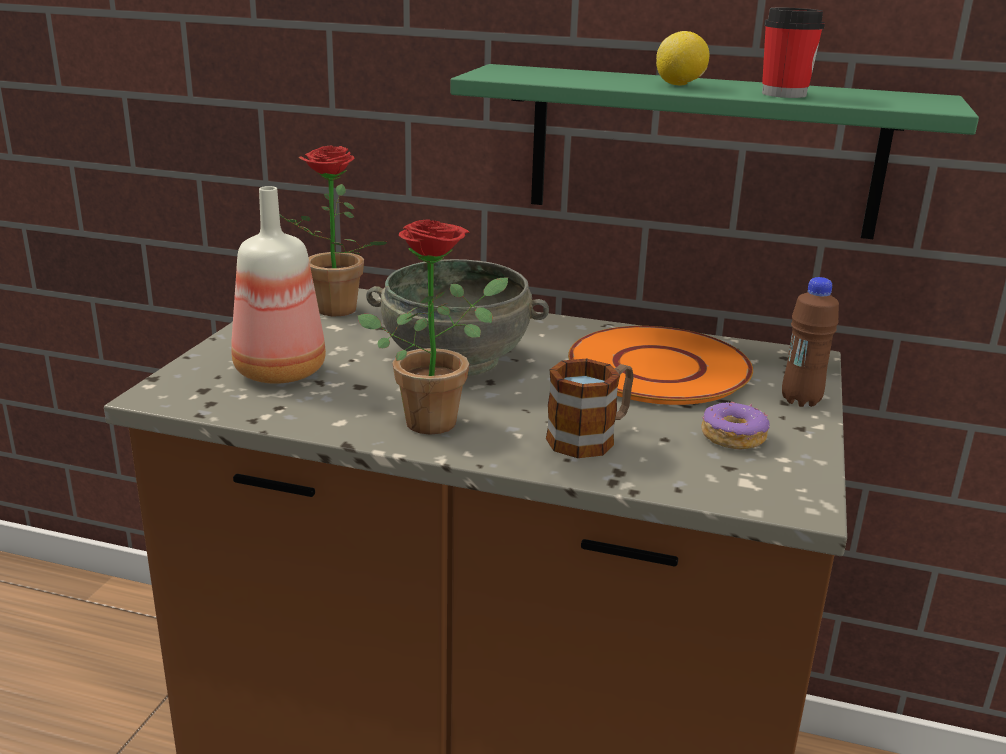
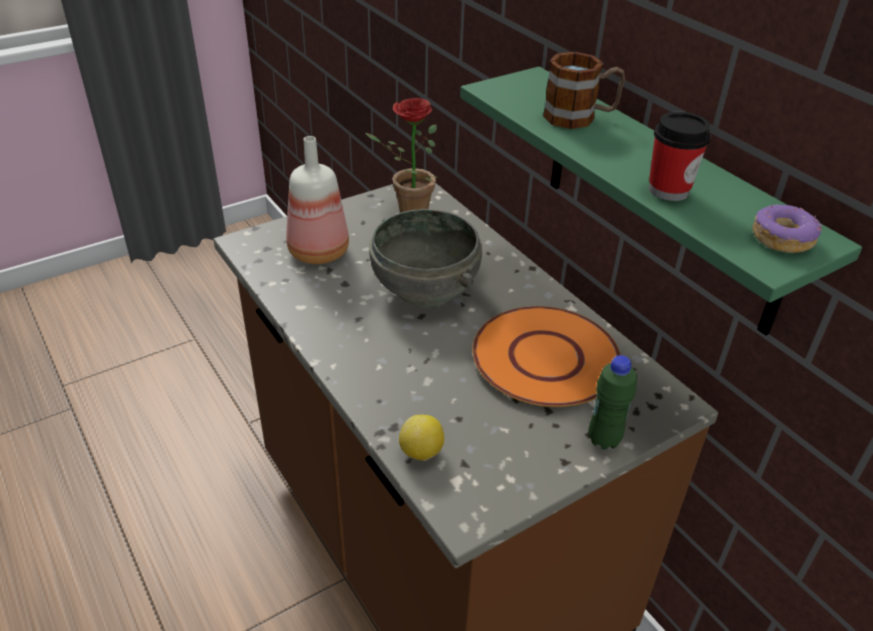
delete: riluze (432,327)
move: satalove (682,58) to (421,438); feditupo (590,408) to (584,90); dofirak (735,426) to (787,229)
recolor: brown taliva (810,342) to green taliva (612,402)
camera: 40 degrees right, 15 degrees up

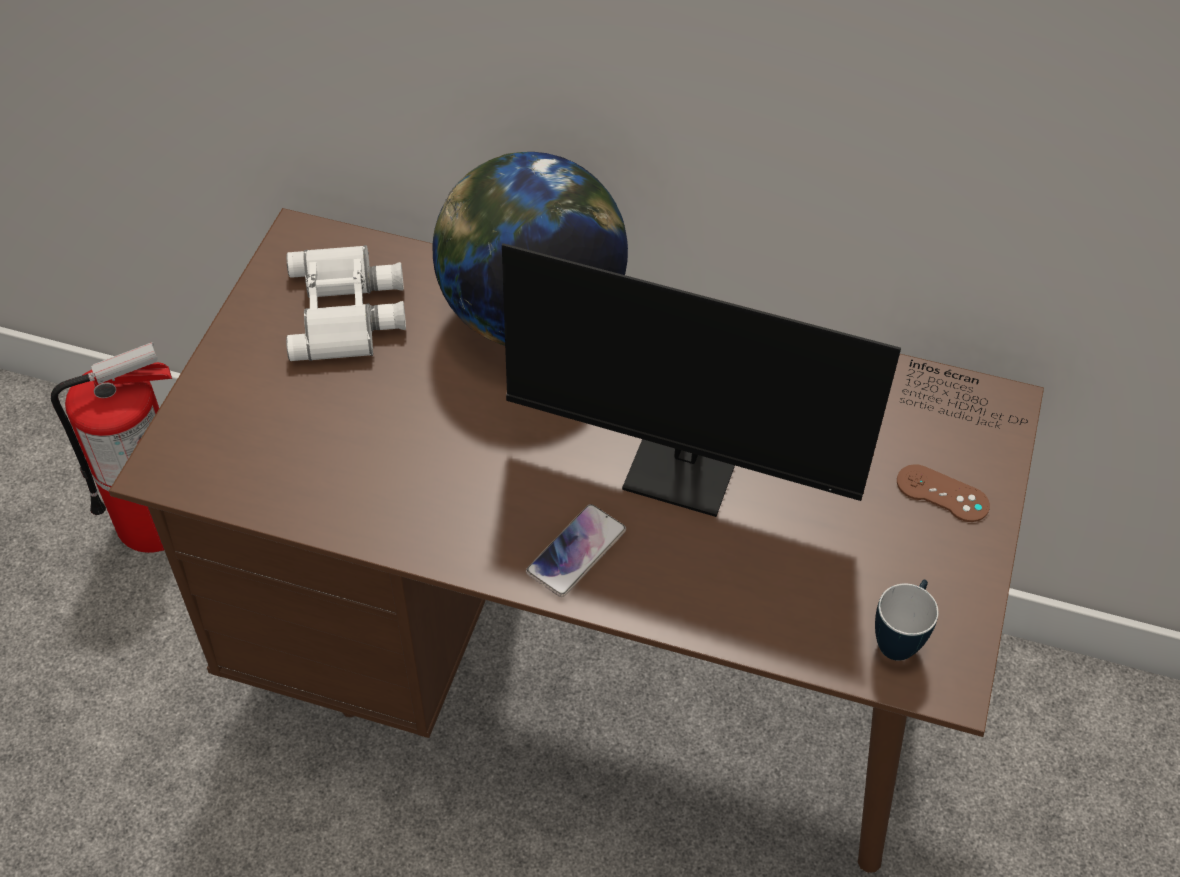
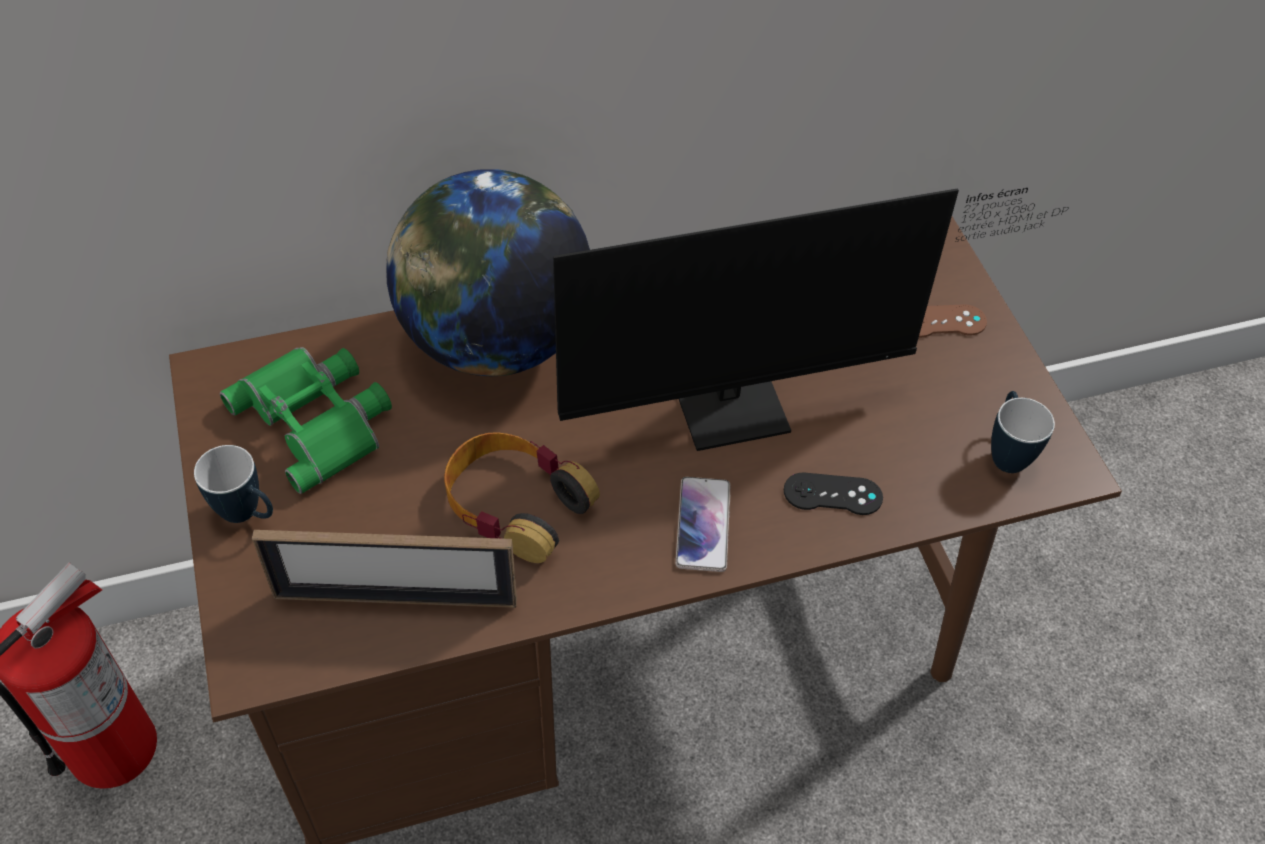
insert: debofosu (522,497); feditupo (233,484); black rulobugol (833,494); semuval (384,569)
recolor: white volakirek (346,303) to green volakirek (306,420)
camera: 35 degrees left, 0 degrees up

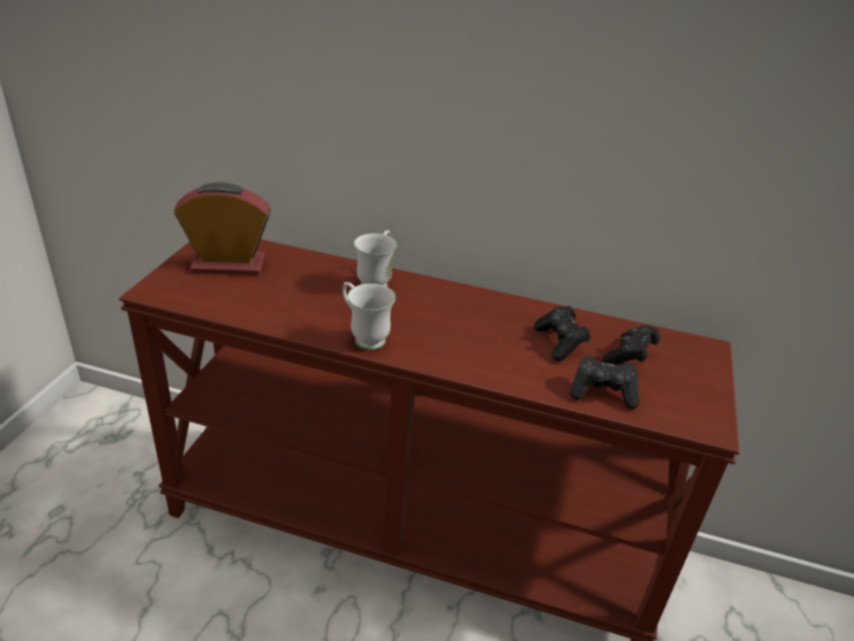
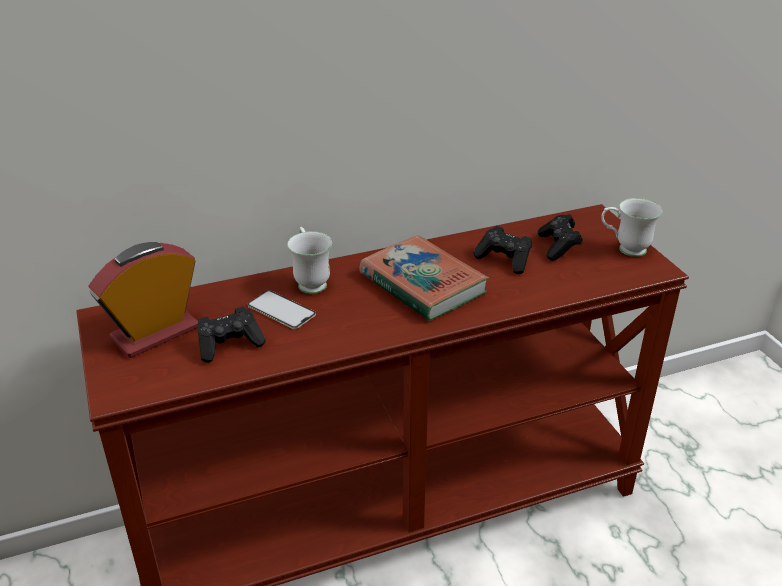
insert: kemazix (424,278); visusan (281,309)
move: white feditupo (369,316) to (631,227); black rulobugol (605,382) to (231,334)
camera: 35 degrees left, 0 degrees up

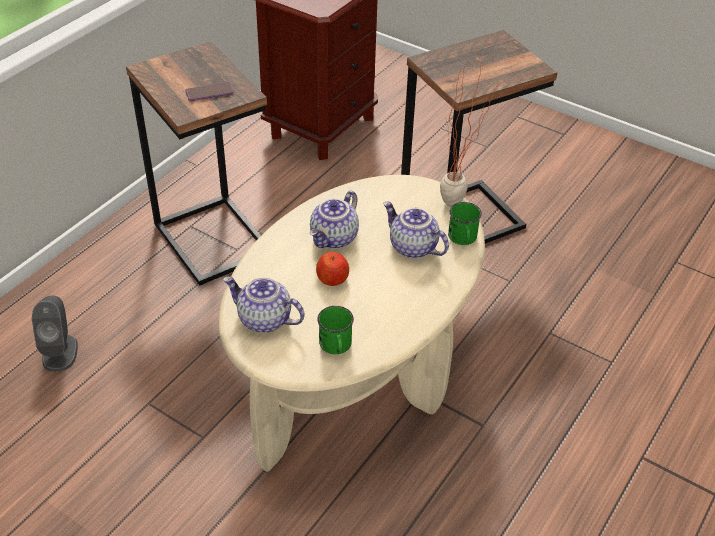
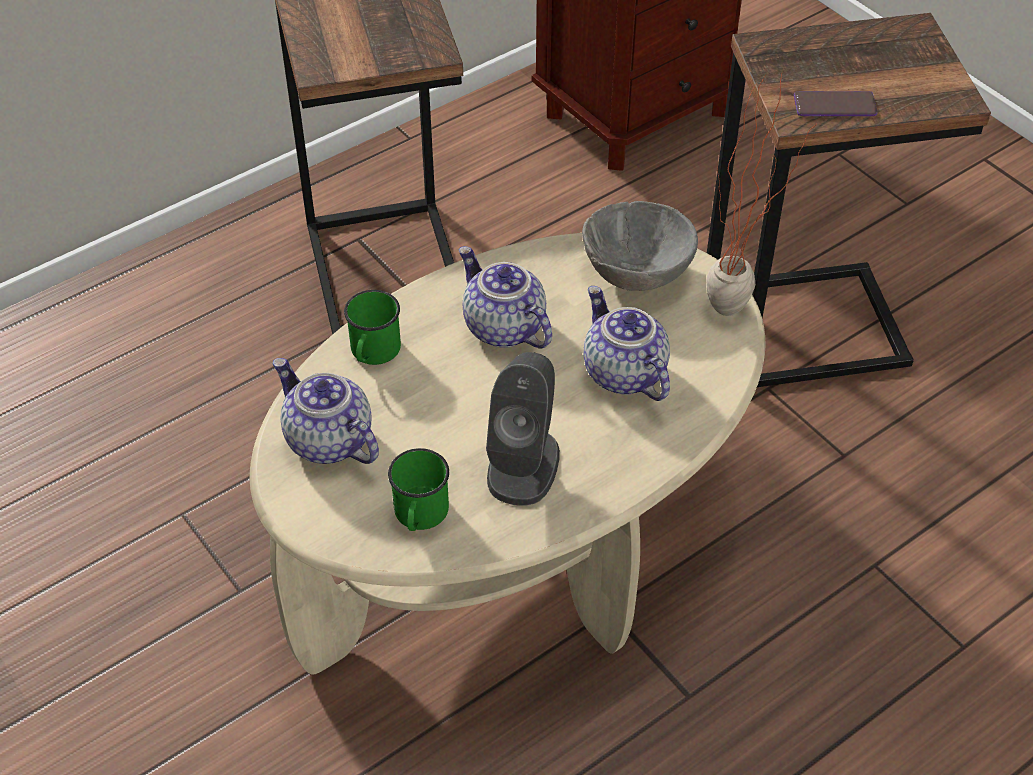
delete: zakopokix (332,269)
insert: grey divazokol (640,246)
move: visusan (209,91) to (835,103); green feditupo (465,223) to (372,327); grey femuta (55,334) to (523,429)
rotate: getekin (334,220) = (505,297) 90 degrees clockwise
camera: 20 degrees right, 5 degrees up

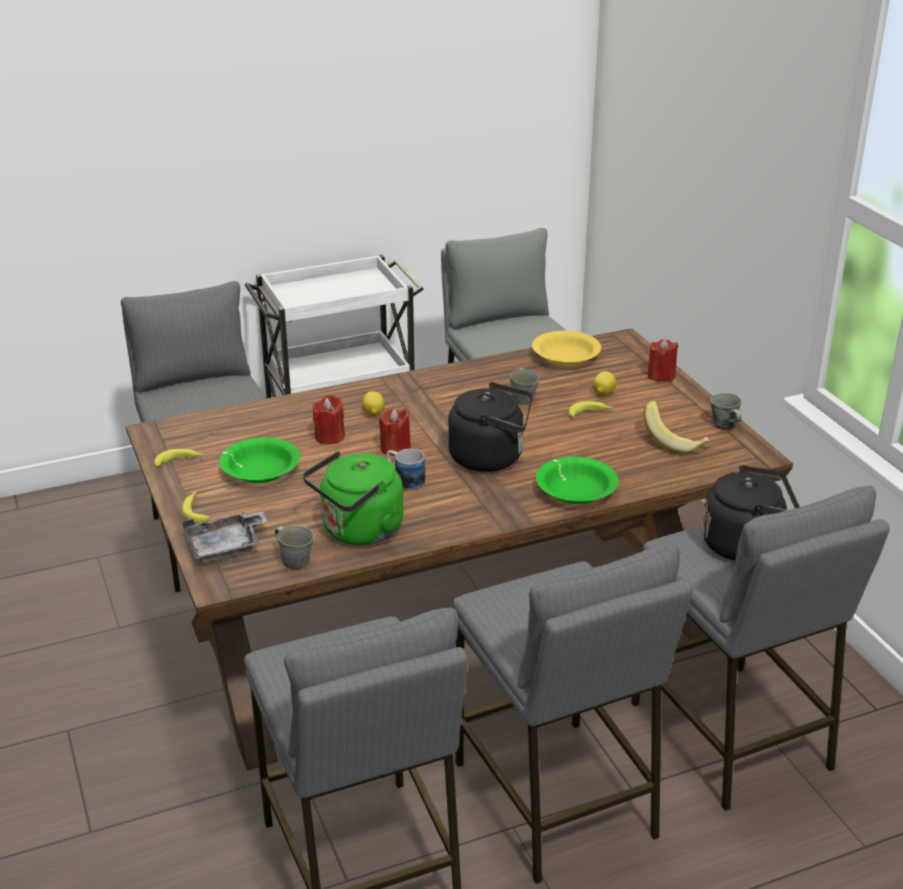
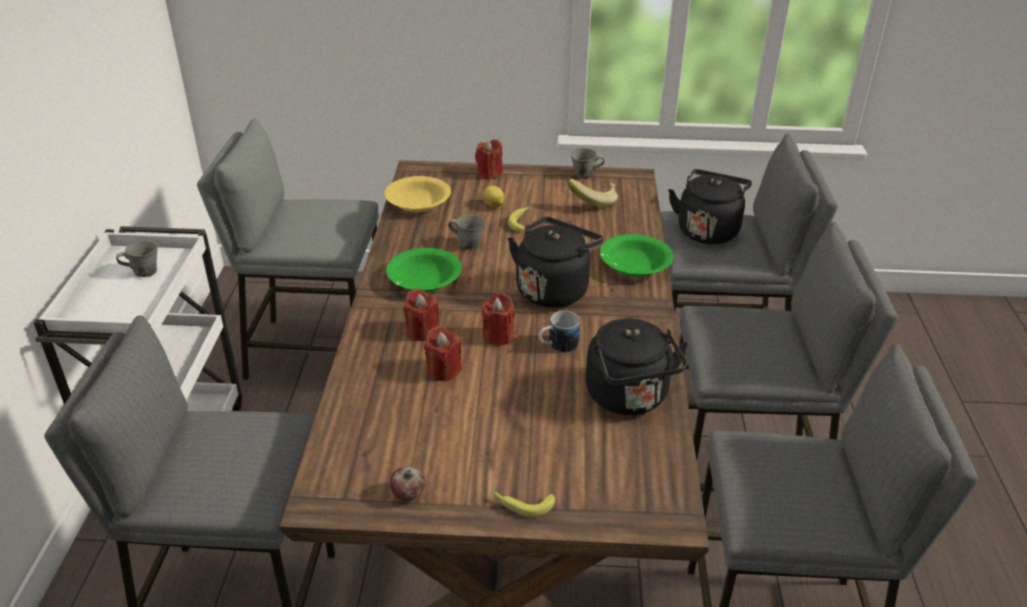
delete: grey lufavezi (225,537)
move: green divazokol (259,460) to (424,270); grey feditupo (294,547) to (136,259)
replace: satalove (373,403) to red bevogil (421,315); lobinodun (179,458) to zakopokix (408,483)
recolor: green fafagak (353,498) to black fafagak (636,366)
camera: 65 degrees left, 5 degrees up

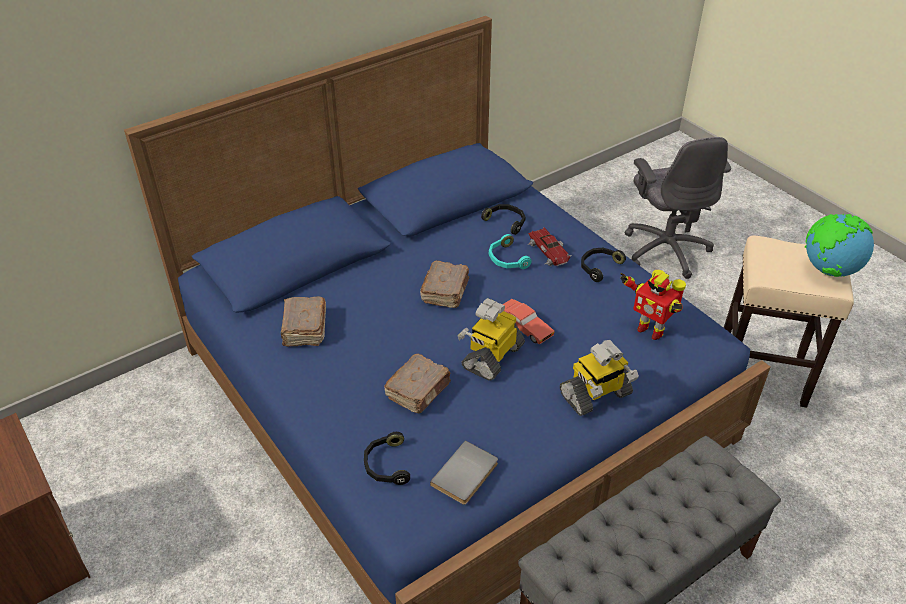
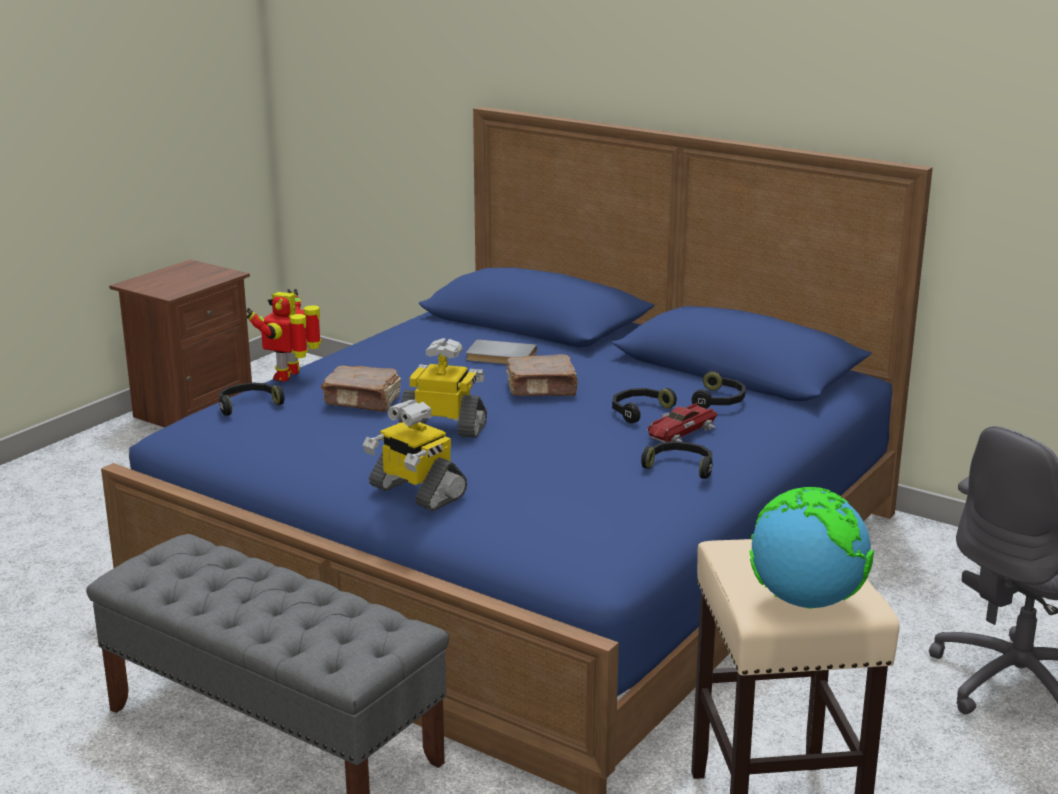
delete: brown kemazix (303,322); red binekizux (528,321)
move: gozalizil (653,305) to (284,335); grey kemazix (464,472) to (501,351)
recolor: turquoise debofosu (510,251) to black debofosu (644,405)
camera: 70 degrees right, 20 degrees down

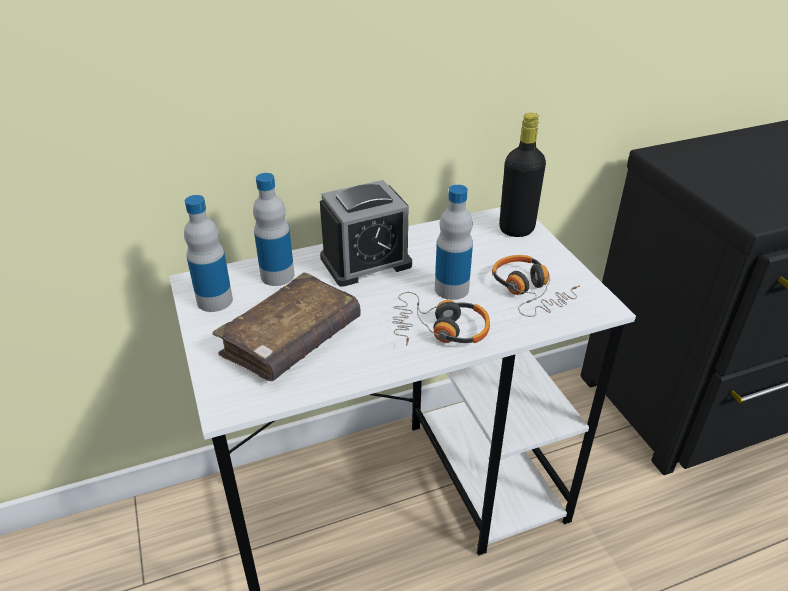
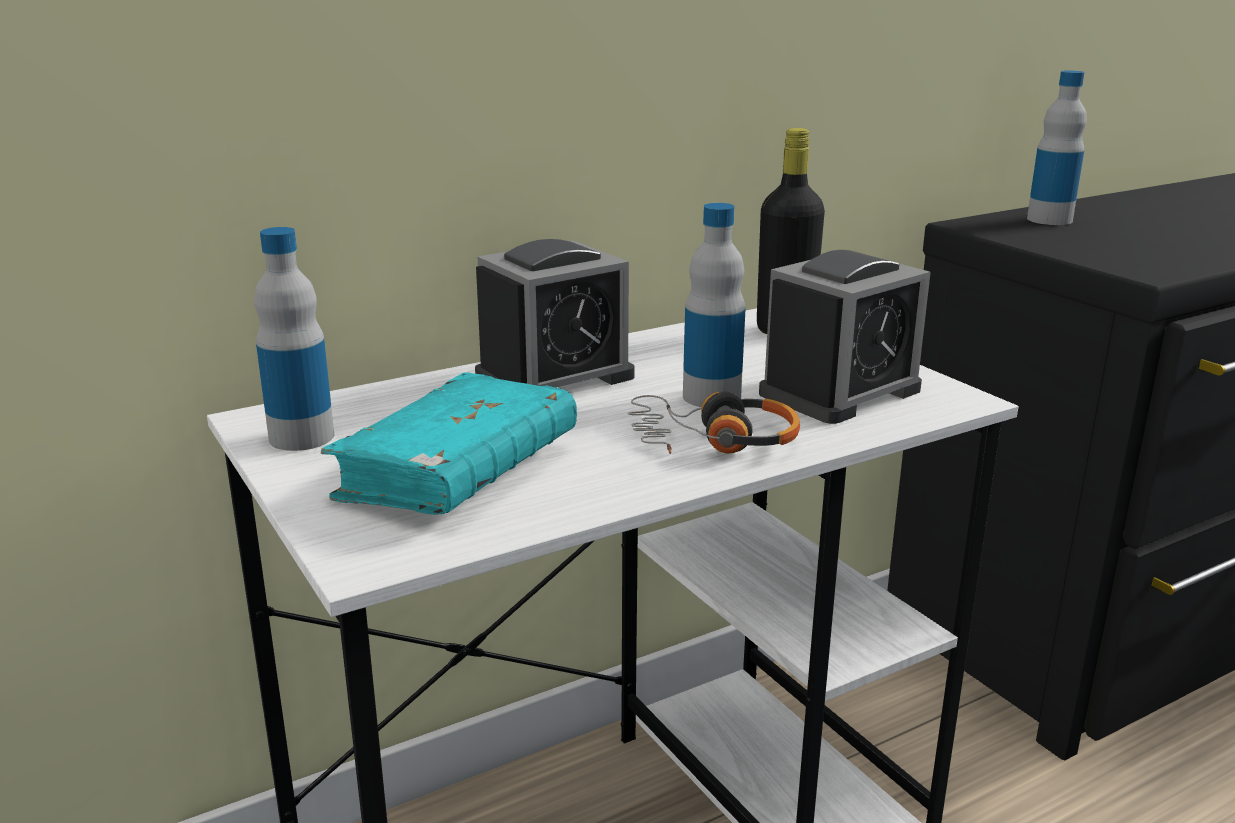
move: taliva (273,229) to (1057,147)
replace: debofosu (536,286) to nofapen (845,337)
recolor: brown kemazix (286,326) to turquoise kemazix (449,443)
camera: 10 degrees left, 15 degrees down

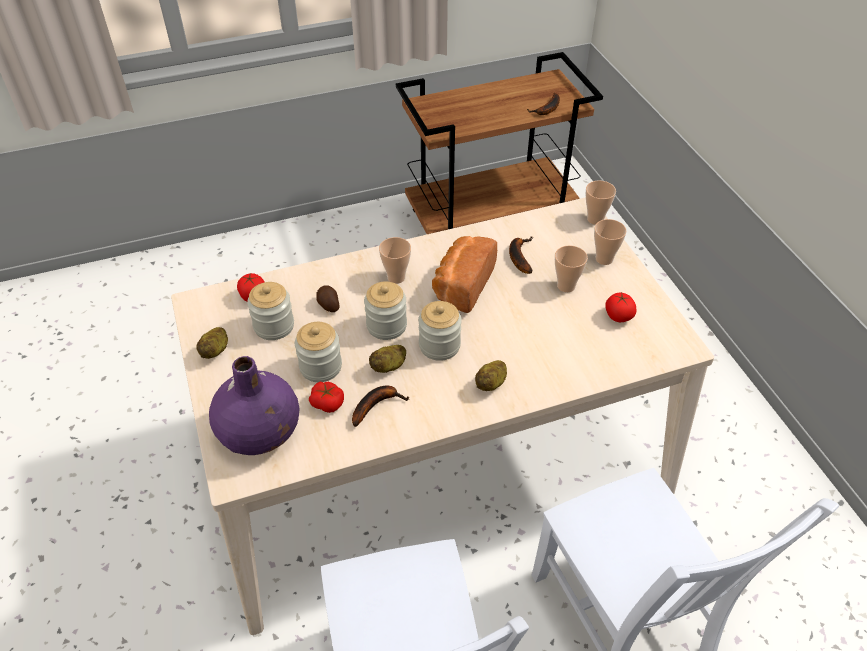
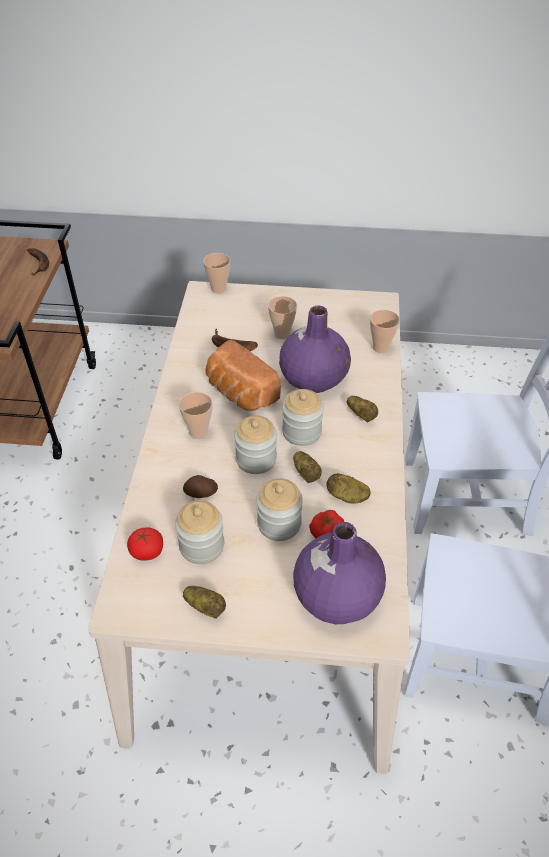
delete: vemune (621,307)
insert: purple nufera (315,349)
move: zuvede (610,242) to (385,331)
replace: lobinodun (380,406) to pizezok (348,488)
camera: 65 degrees left, 0 degrees up

